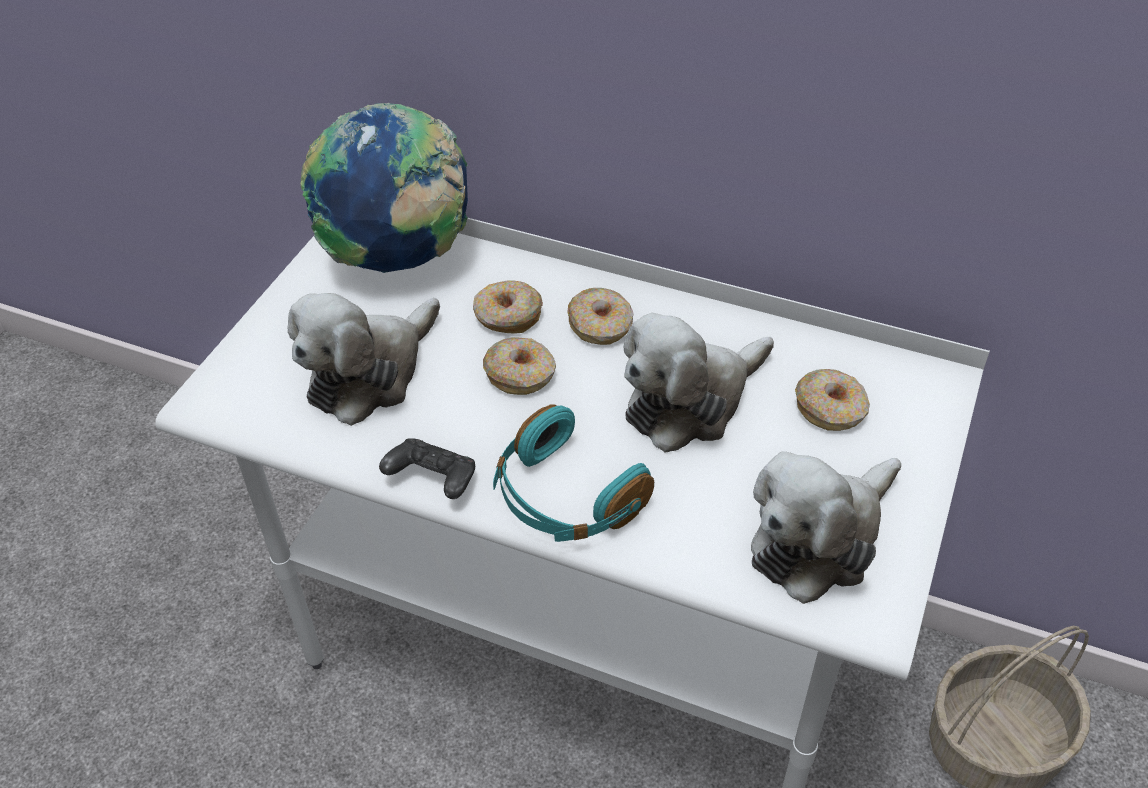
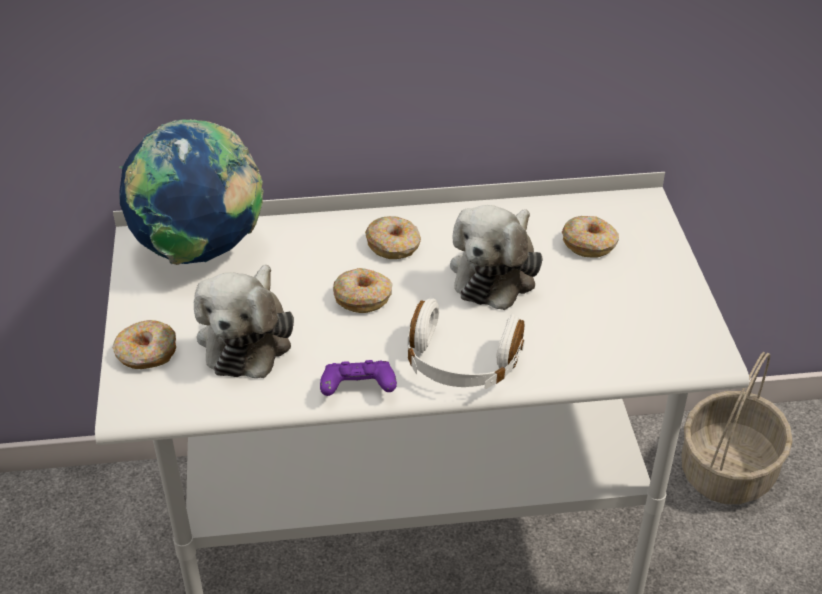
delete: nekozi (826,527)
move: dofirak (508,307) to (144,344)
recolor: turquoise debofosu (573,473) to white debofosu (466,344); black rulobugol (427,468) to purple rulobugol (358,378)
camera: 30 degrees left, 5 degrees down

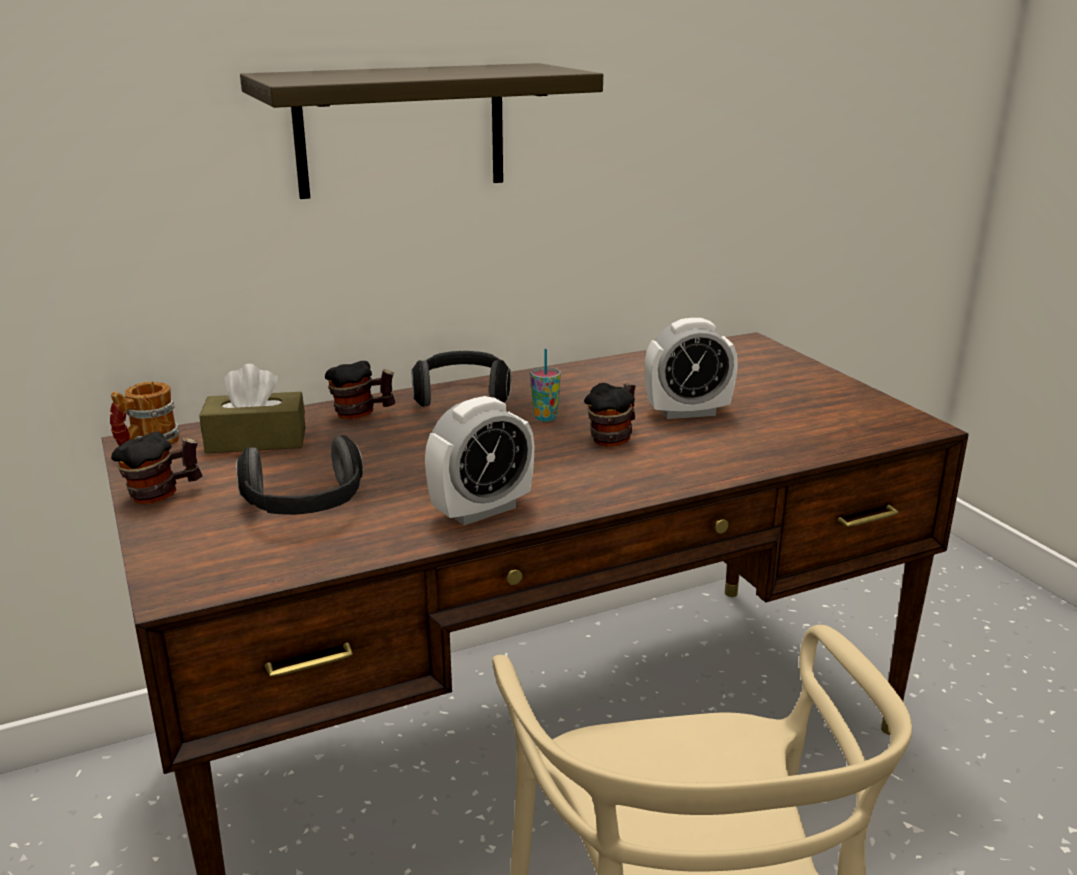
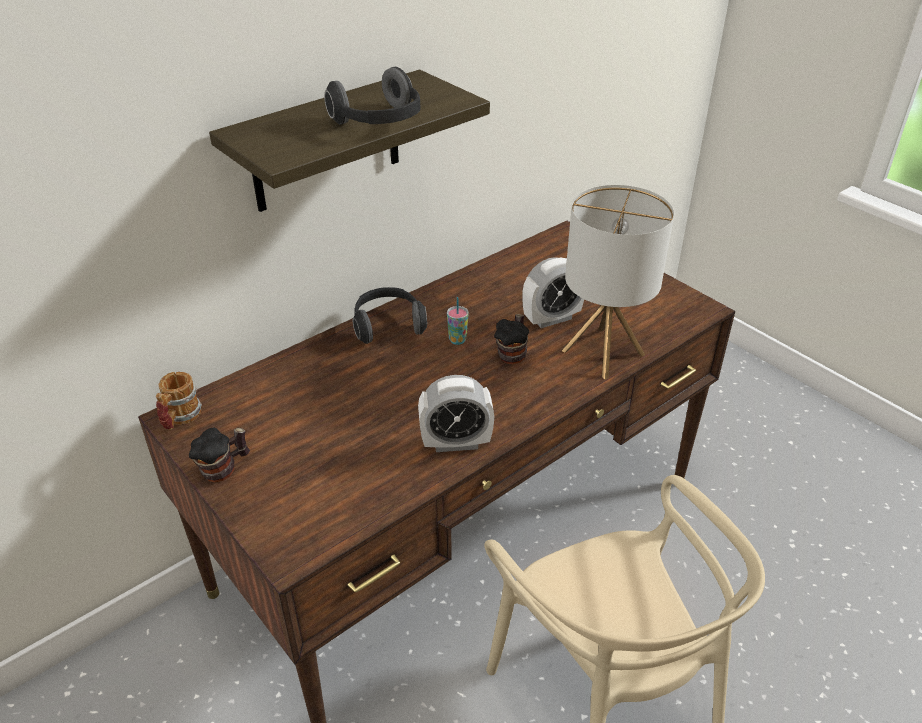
delete: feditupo (360,390); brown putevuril (252,408)
insert: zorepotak (618,282)
move: debofosu (299,475) to (372,96)
rotate: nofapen (479,460) = (456,413) 45 degrees clockwise
camera: 15 degrees left, 15 degrees up

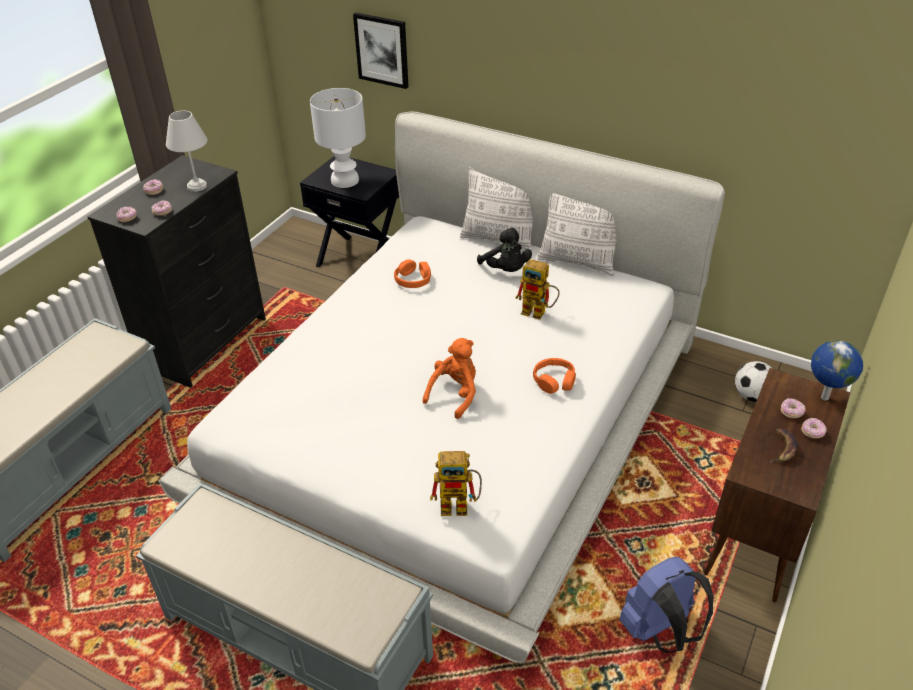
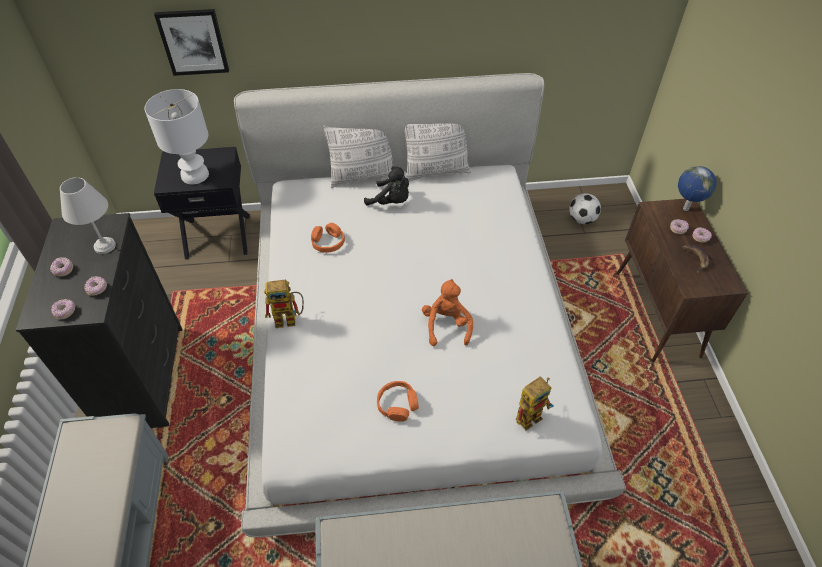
delete: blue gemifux (666,604)
move: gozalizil (537,289) to (284,304); orange debofosu (554,376) to (398,401)
camera: 35 degrees left, 10 degrees up

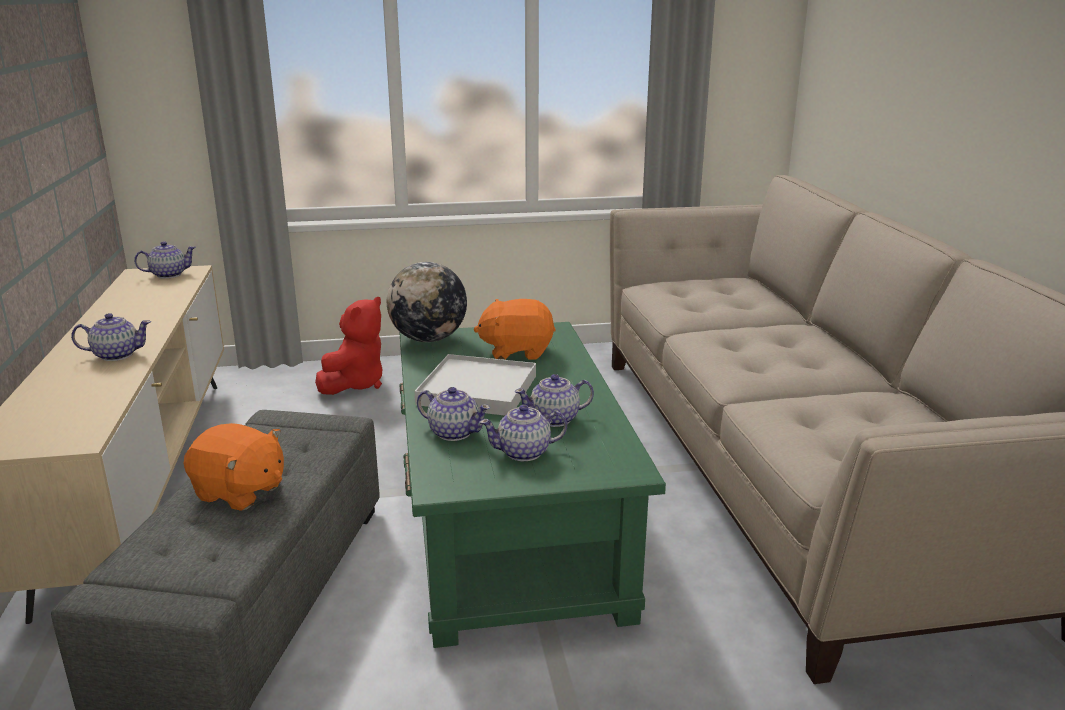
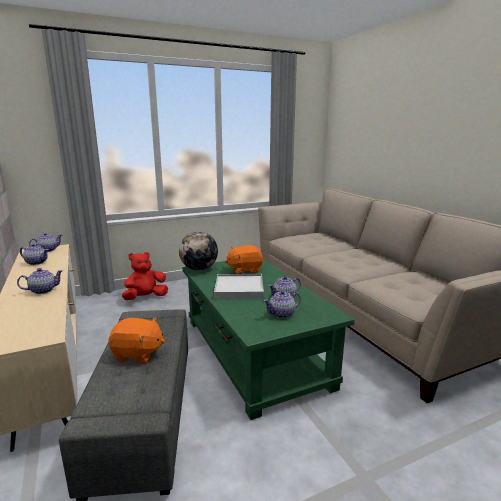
move: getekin (453,414) to (34,254)
rotate: red nekozi (349,346) = (145,276) 135 degrees counterclockwise
camera: 15 degrees left, 5 degrees down

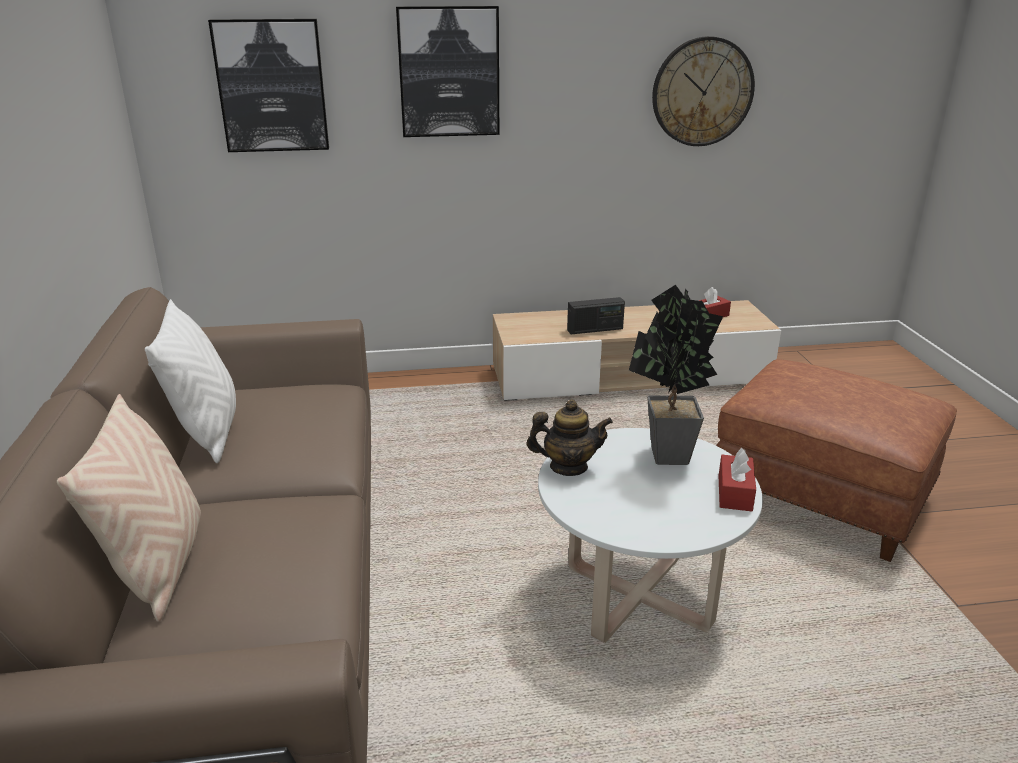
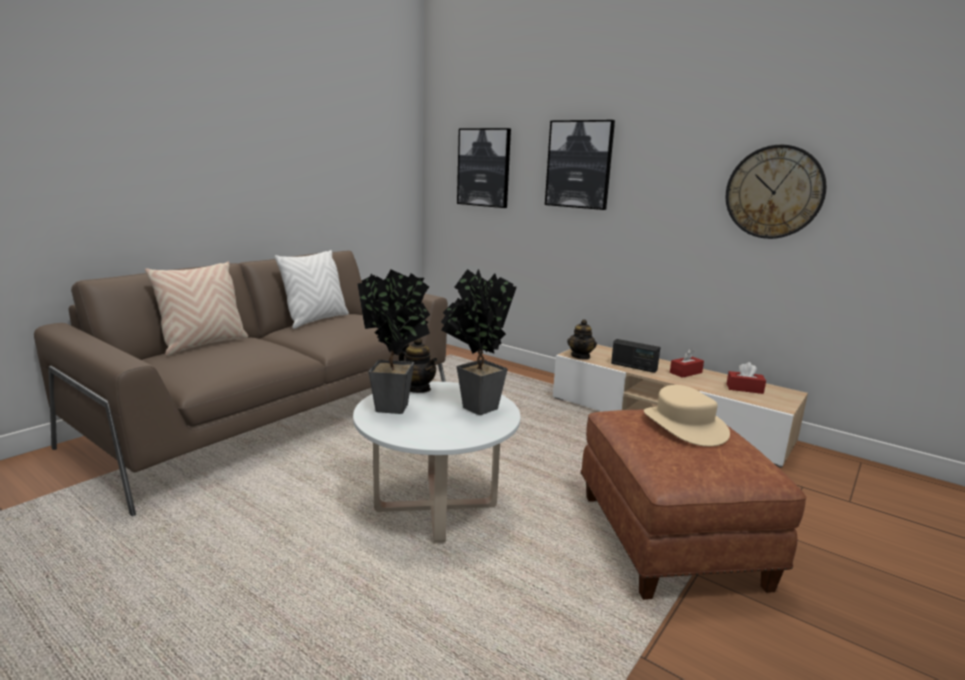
insert: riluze (394,341); getekin (582,339); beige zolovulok (687,416)
move: red putevuril (737,479) to (687,363)
camera: 45 degrees right, 10 degrees down

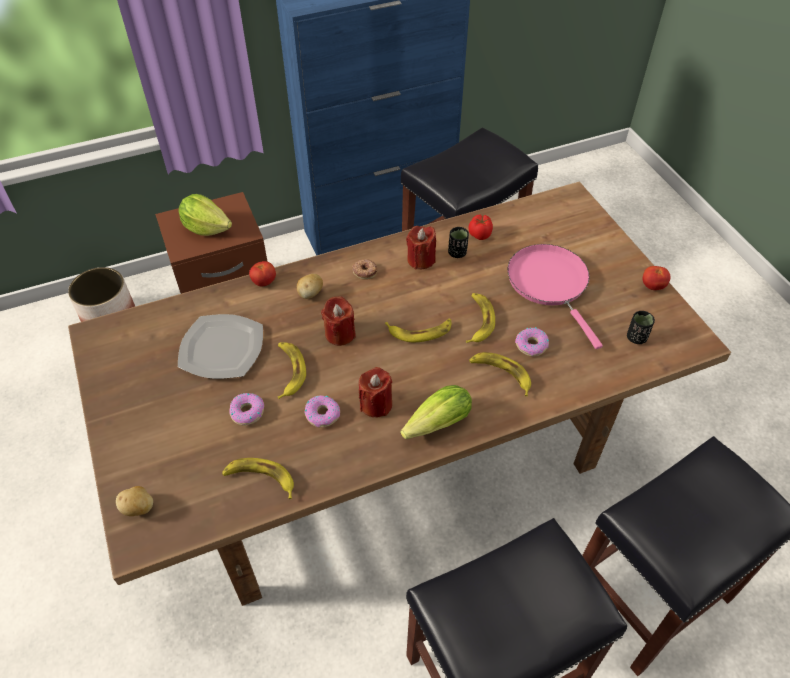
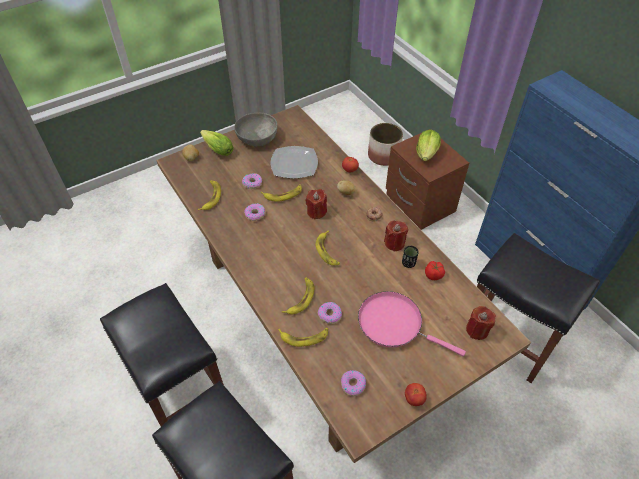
insert: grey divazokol (255,129)
move: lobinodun (480,318) to (303,337); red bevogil (375,392) to (481,323); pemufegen (436,412) to (217,143)
replace: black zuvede (641,327) to dofirak (353,383)
rotate: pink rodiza (555,296) = (412,324) 120 degrees counterclockwise
camera: 80 degrees right, 0 degrees up

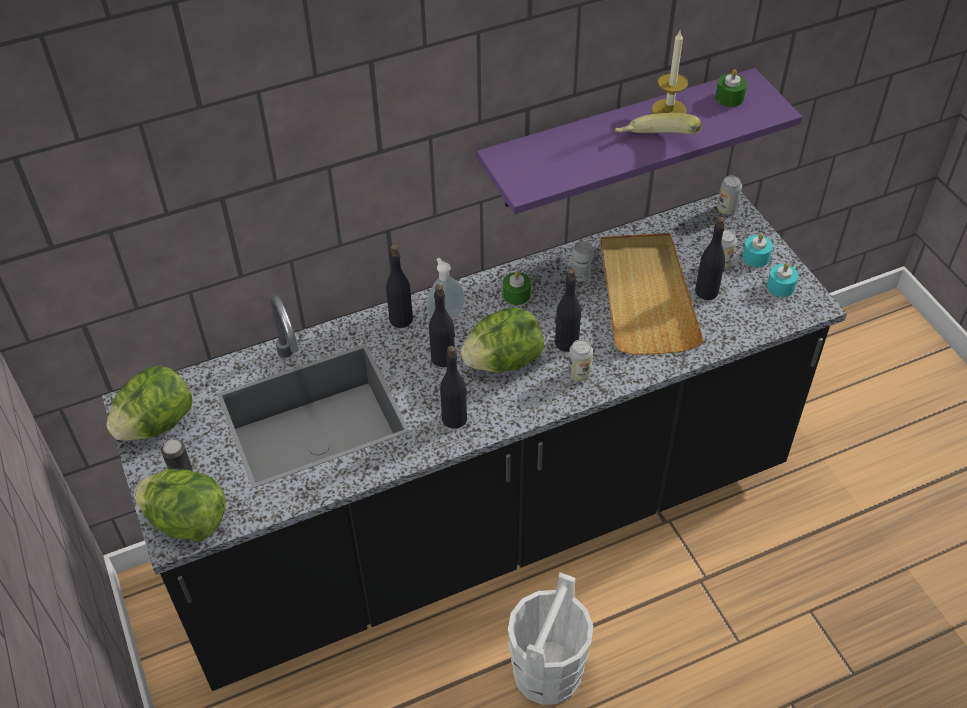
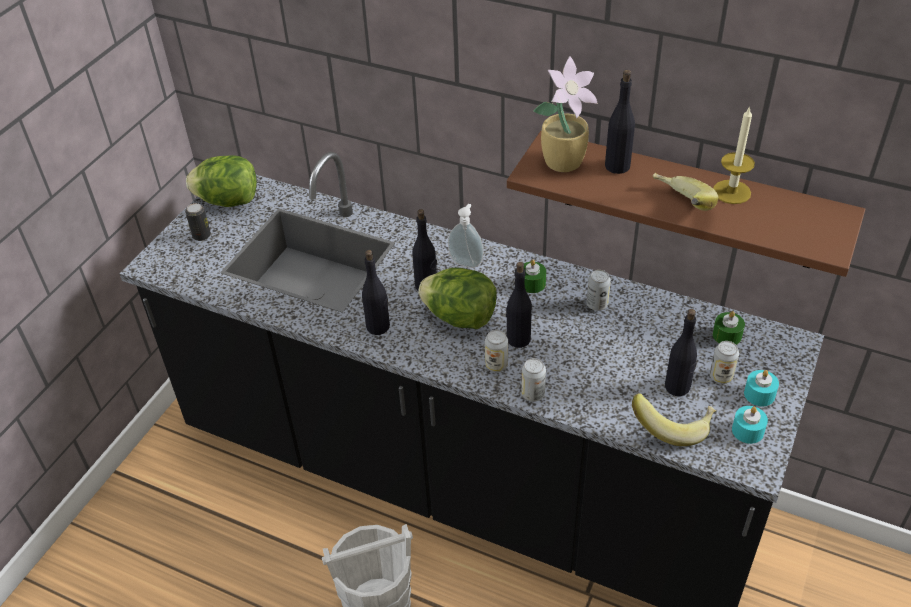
delete: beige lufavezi (652,294); pemufegen (180,505)
insert: riluze (565,114); lobinodun (674,419)
move: green bevogil (731,88) to (729,328); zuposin (729,195) to (533,380); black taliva (399,286) to (620,122)
recolor: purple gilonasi (639,141) to brown gilonasi (686,204)
camera: 50 degrees right, 5 degrees down

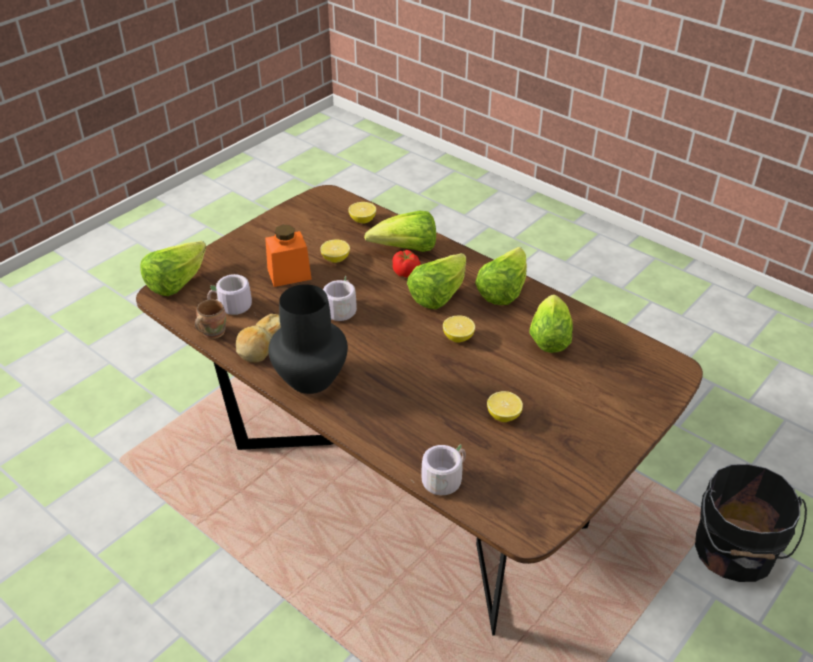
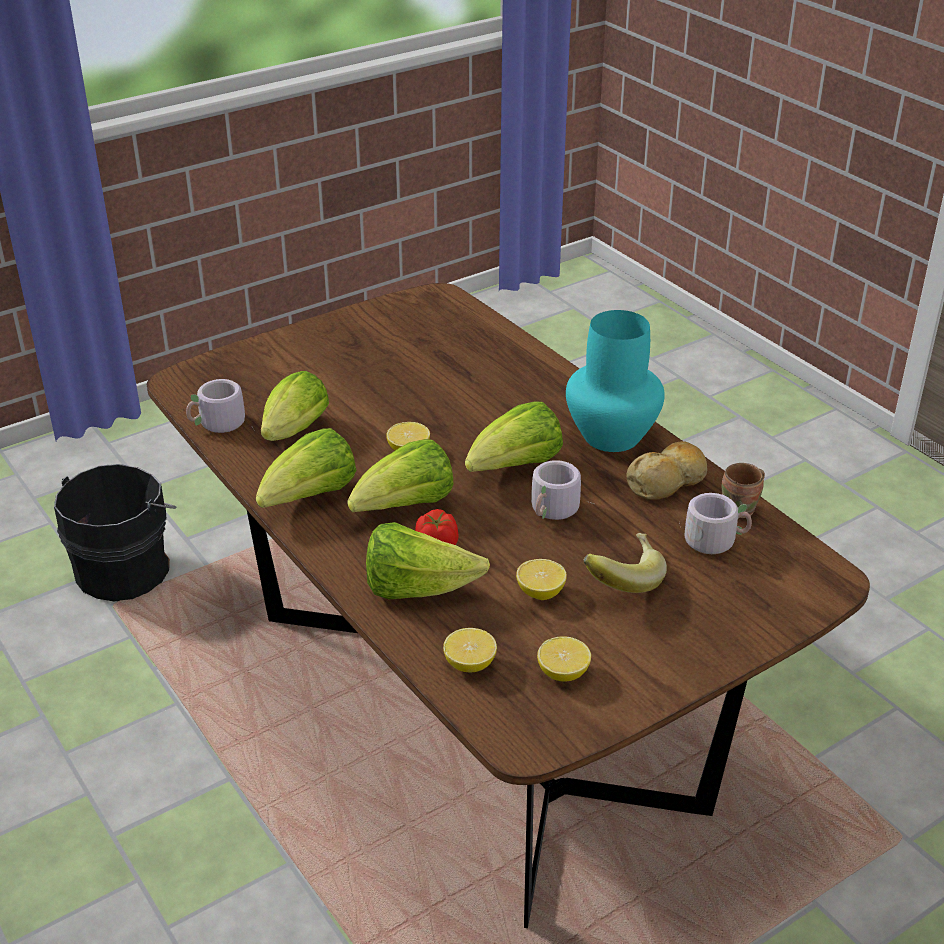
move: pemufegen (173,268) to (514,436); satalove (505,406) to (564,658); grey feditupo (437,469) to (220,406)
replace: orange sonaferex (288,256) to lobinodun (625,563)
recolor: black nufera (308,339) to turquoise nufera (615,381)
camera: 165 degrees left, 5 degrees down

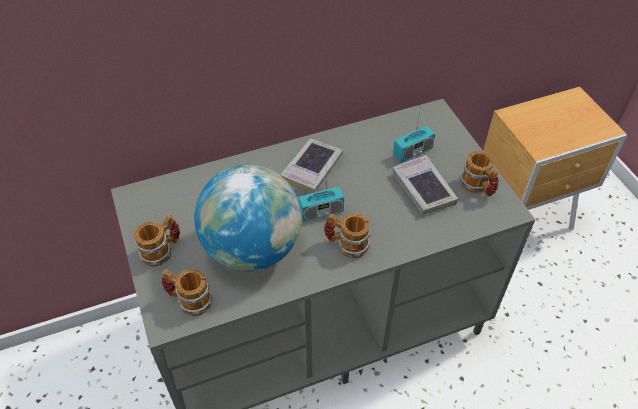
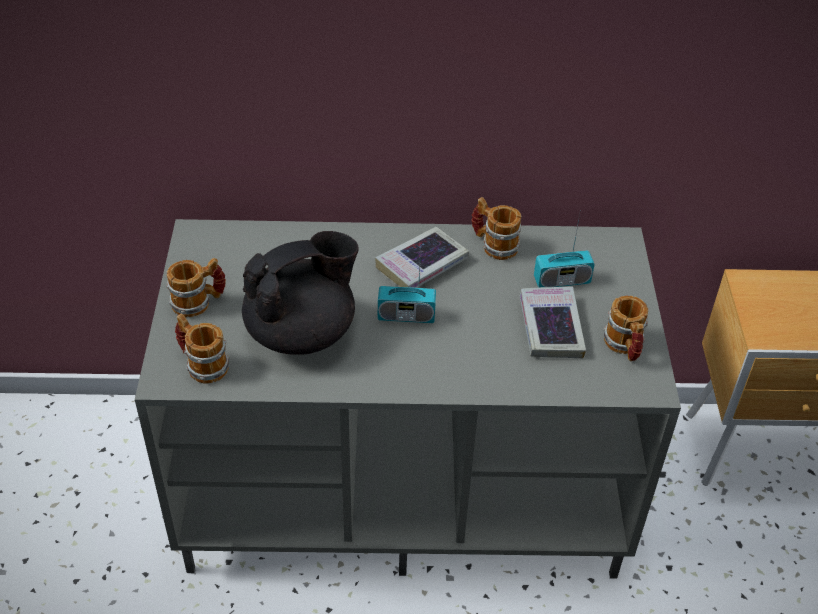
move: feditupo (347,235) to (496,228)
replace: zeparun (248,218) to black getekin (300,293)
camera: 20 degrees right, 5 degrees down

